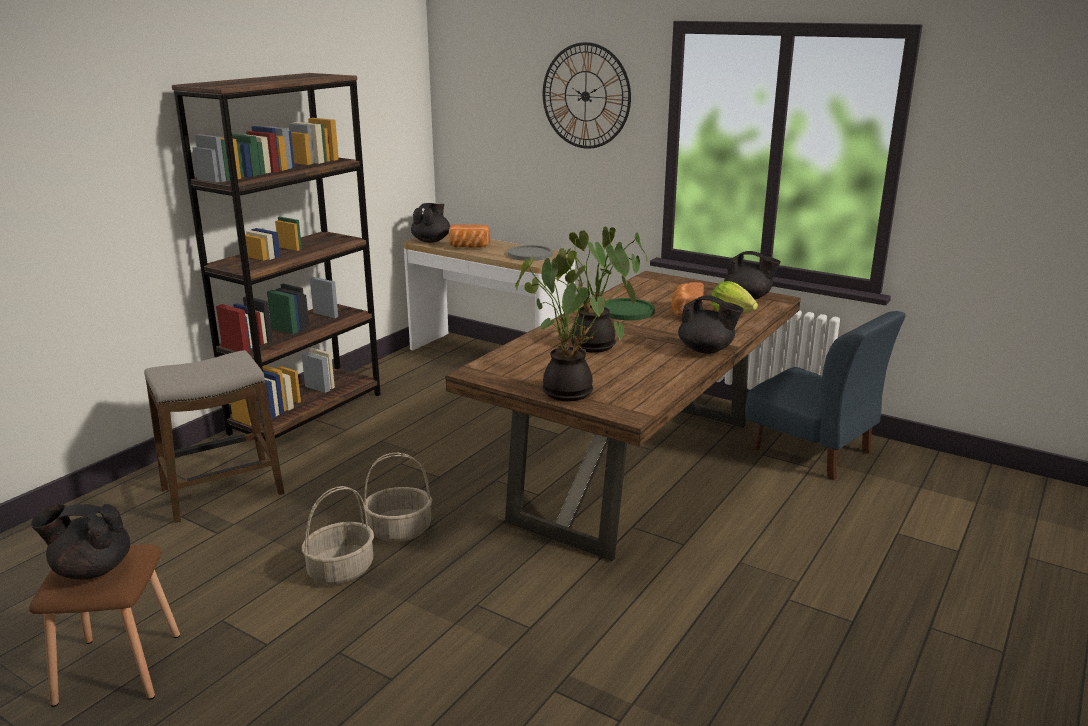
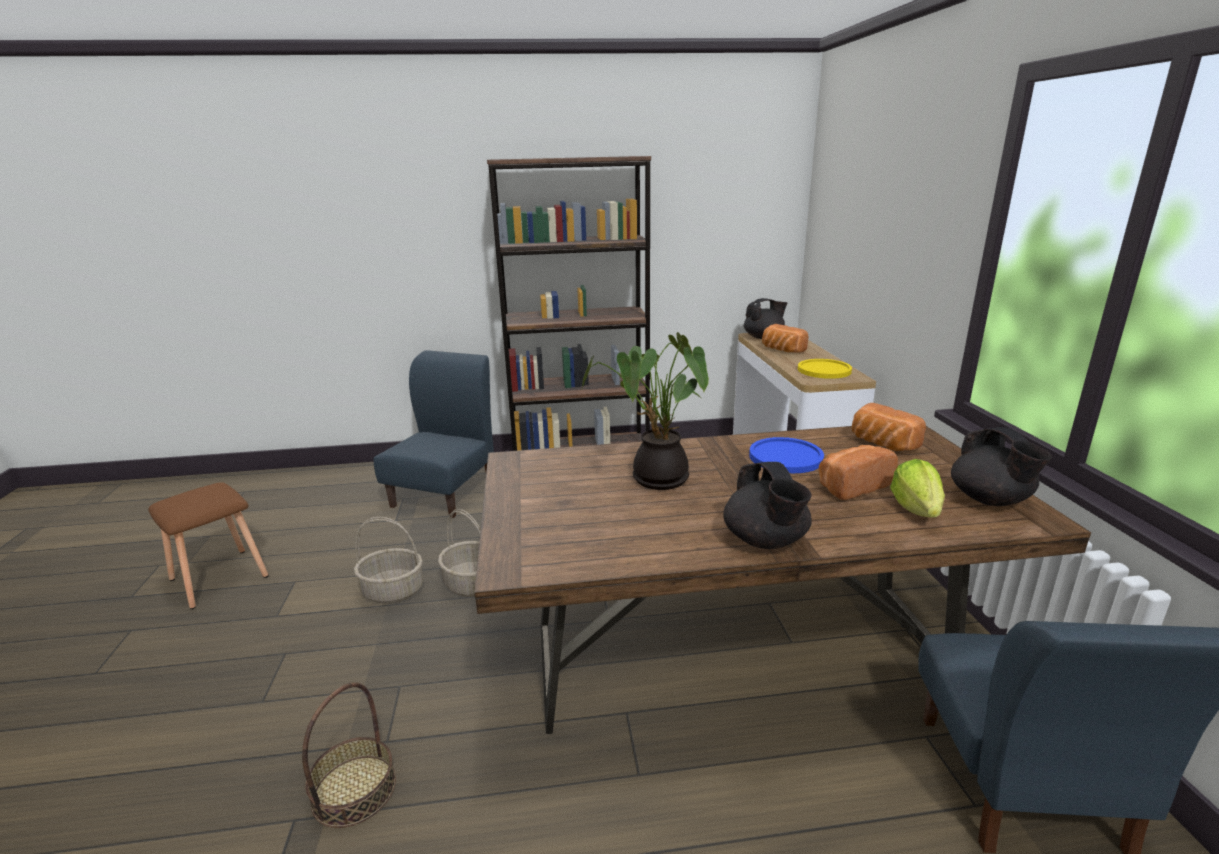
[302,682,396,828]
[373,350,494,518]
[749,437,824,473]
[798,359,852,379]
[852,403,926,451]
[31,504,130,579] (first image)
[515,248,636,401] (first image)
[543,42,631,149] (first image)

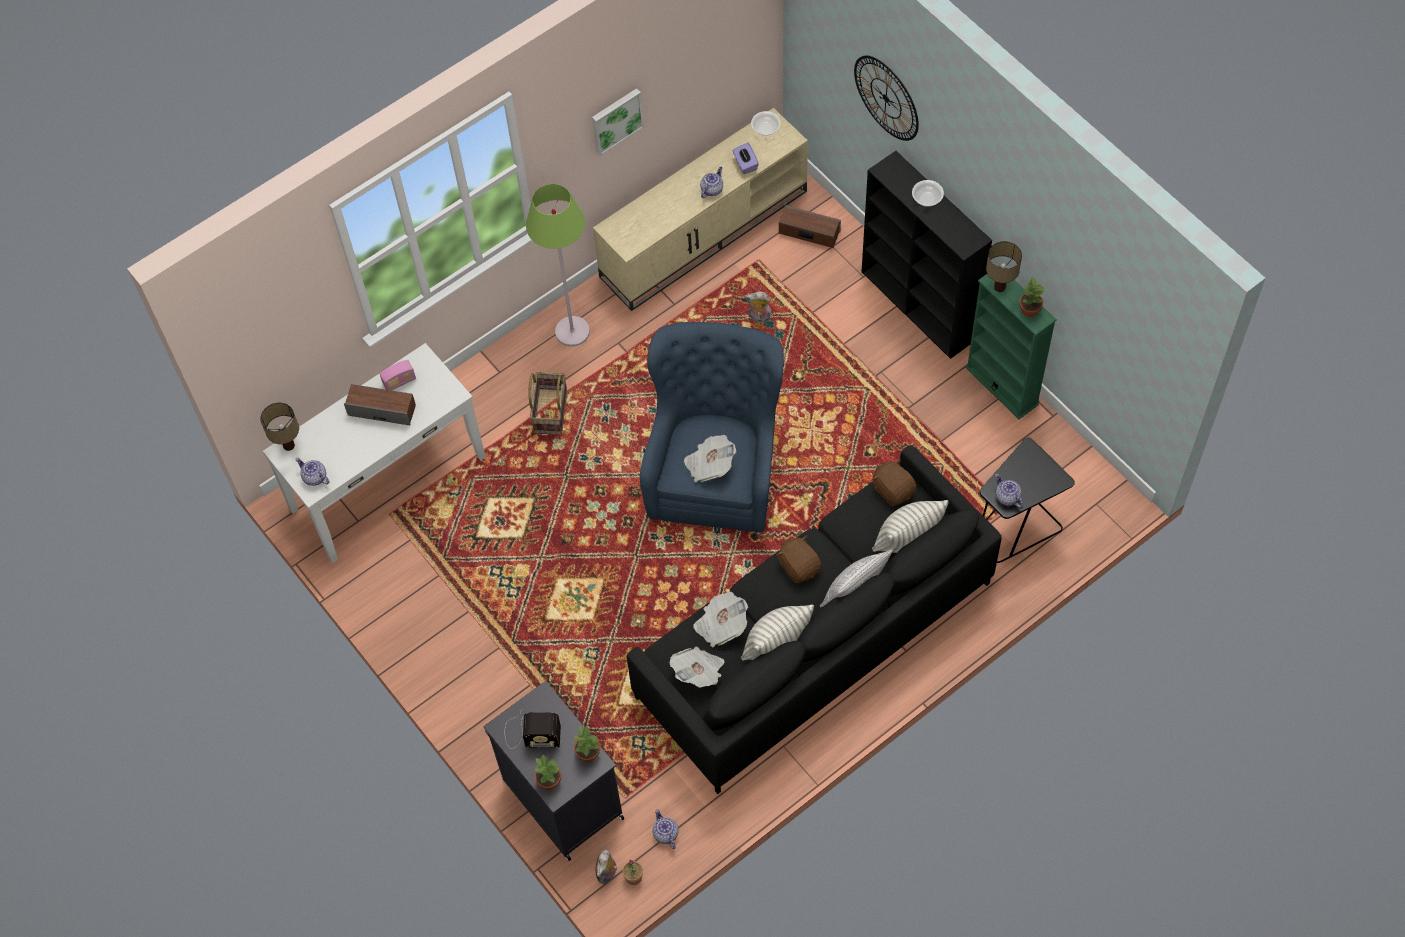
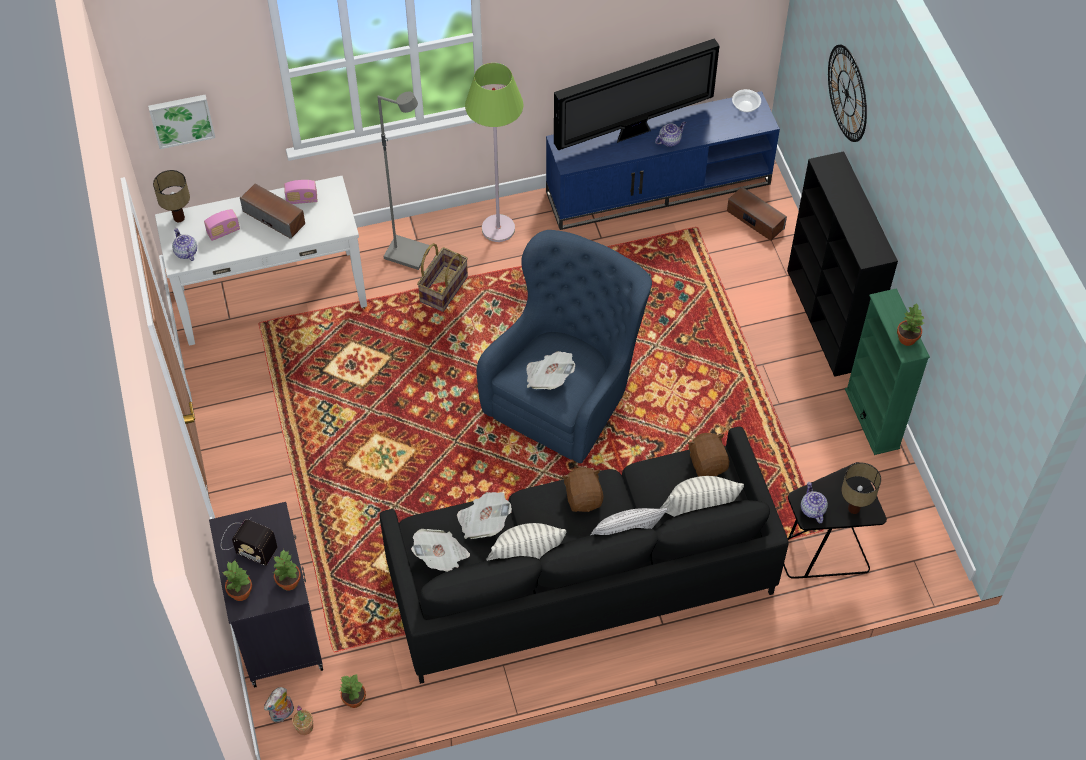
[148,95,215,149]
[204,209,240,241]
[339,674,366,708]
[377,92,431,270]
[546,91,780,230]
[554,38,720,150]
[841,463,881,514]
[732,142,759,174] (first image)
[745,292,772,323] (first image)
[912,180,944,207] (first image)

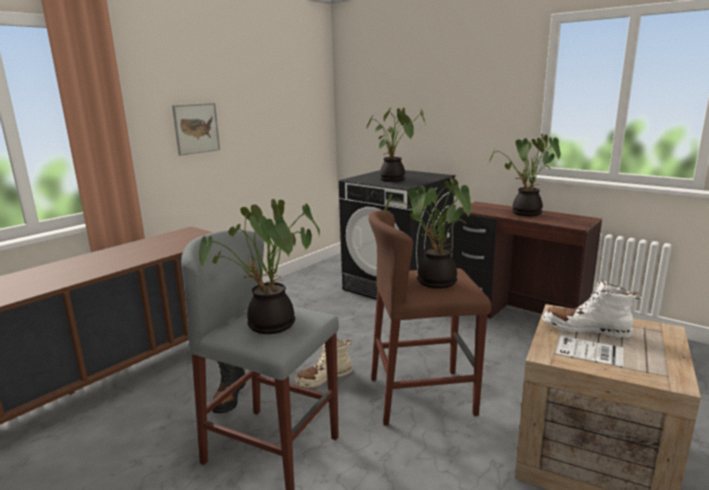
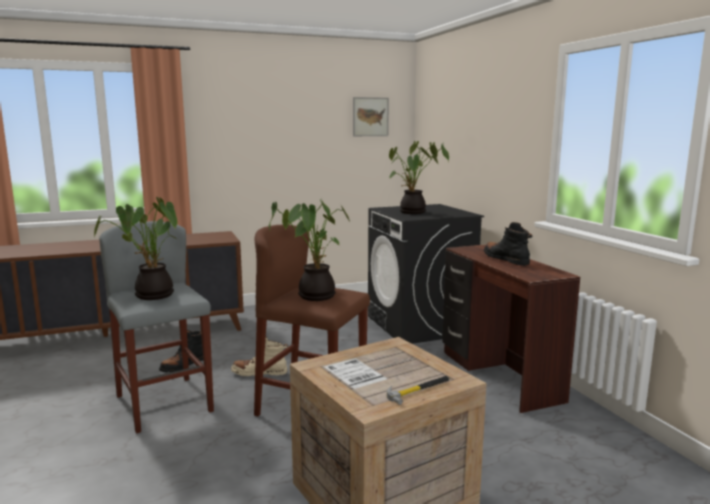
[353,97,389,136]
[387,376,450,405]
[484,222,532,265]
[542,278,642,338] (first image)

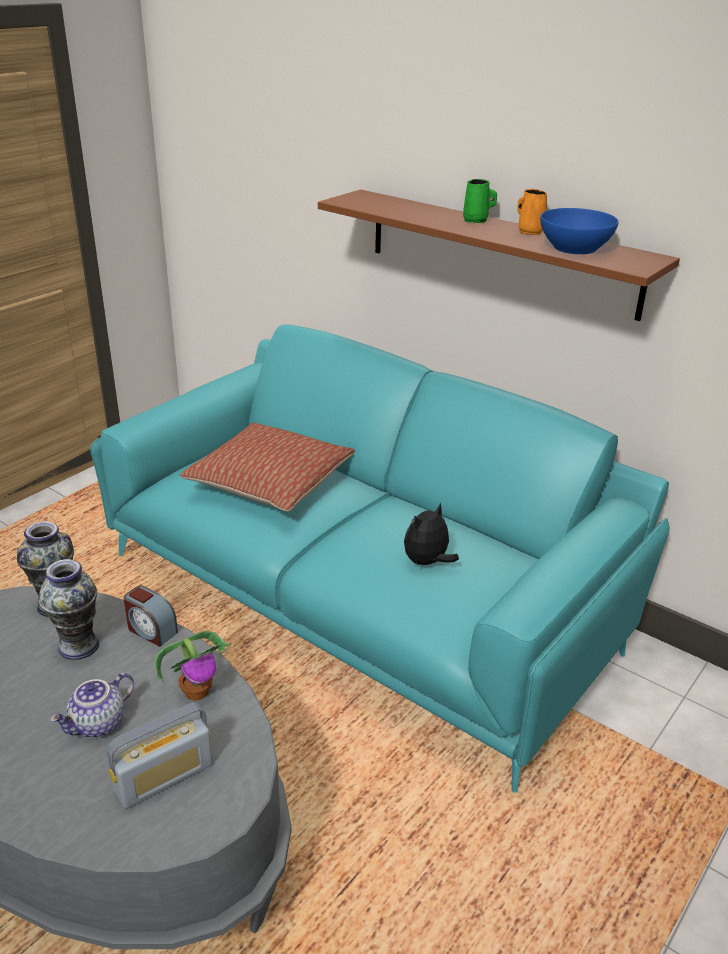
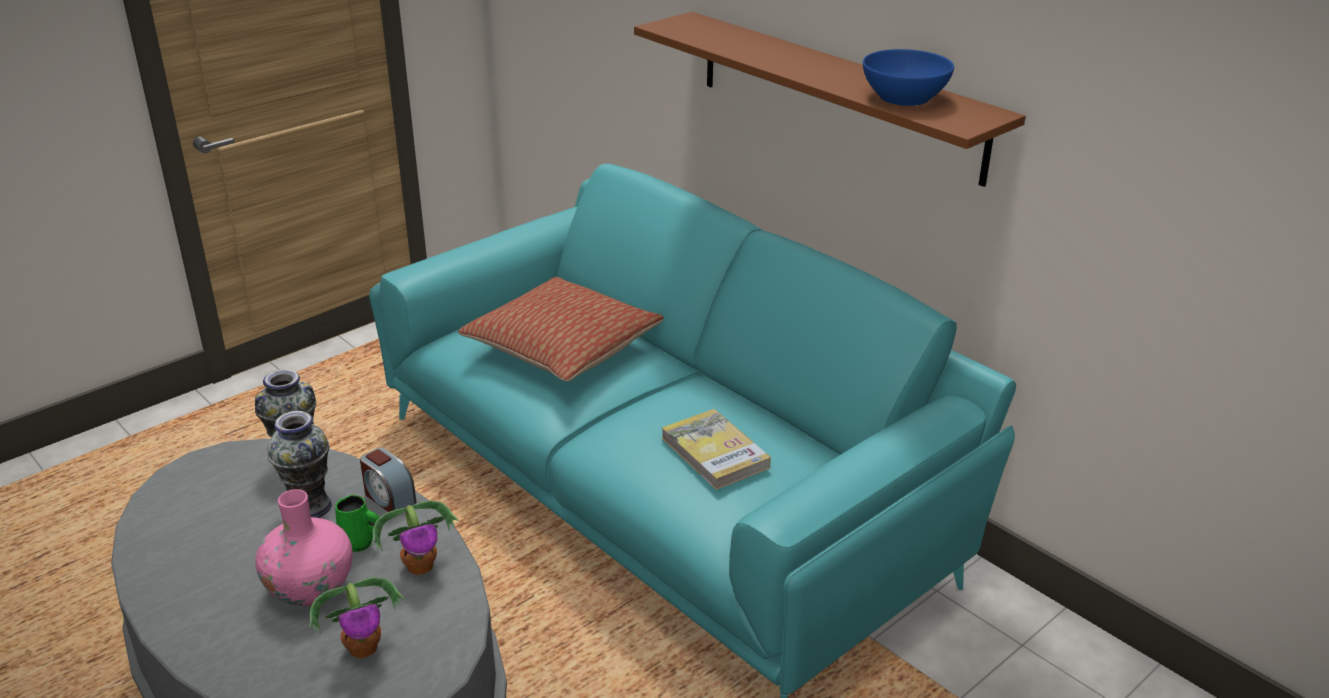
[255,489,353,606]
[309,577,405,658]
[335,495,379,552]
[662,409,771,490]
[517,189,547,235] (first image)

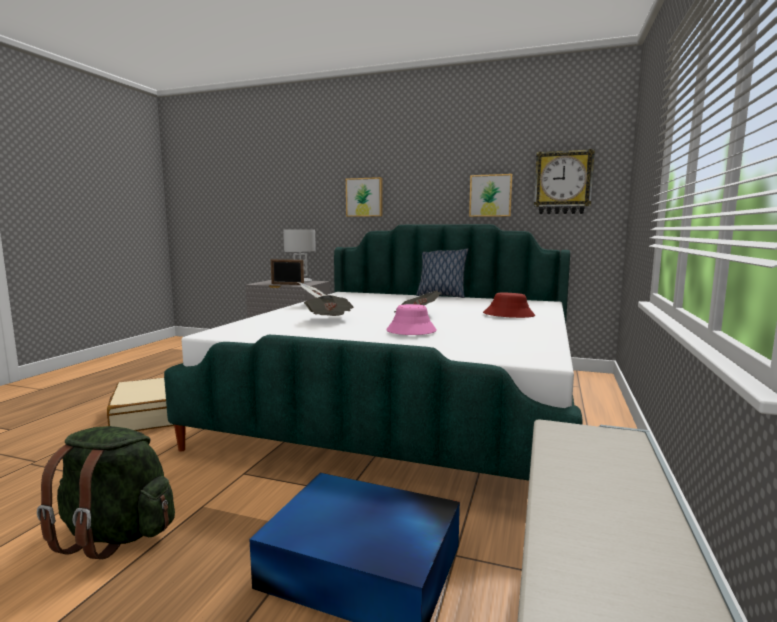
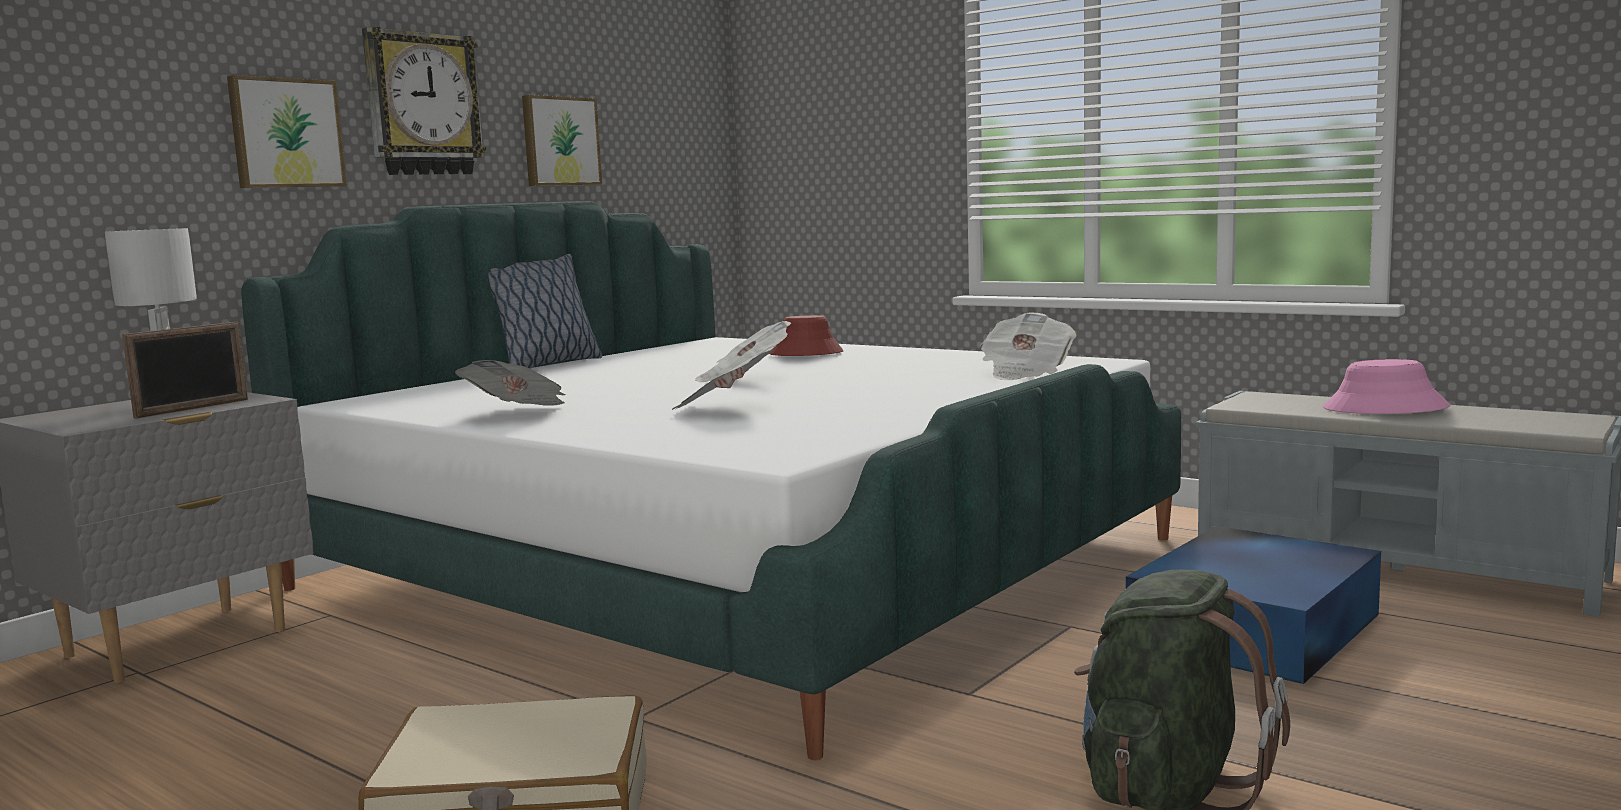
[362,27,486,175]
[980,312,1076,380]
[1323,359,1451,414]

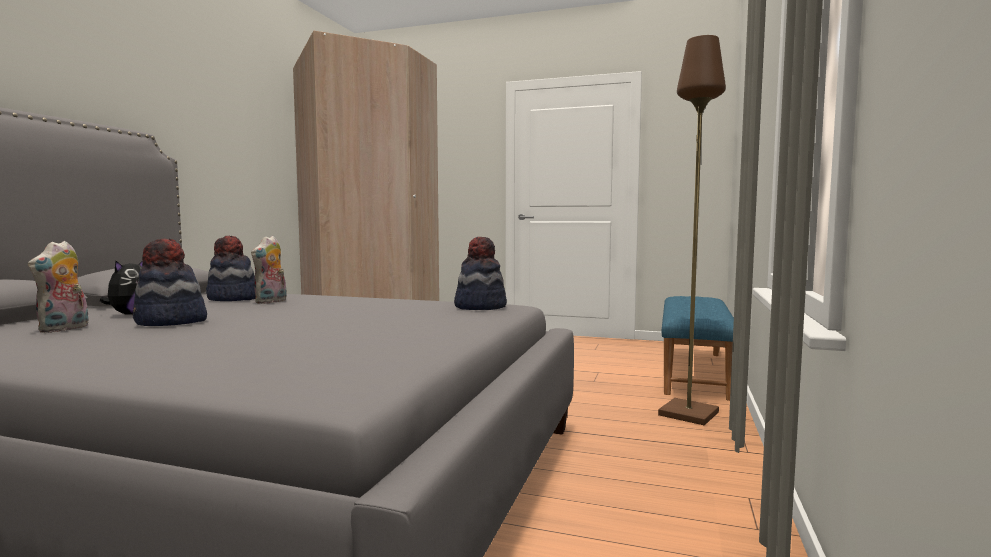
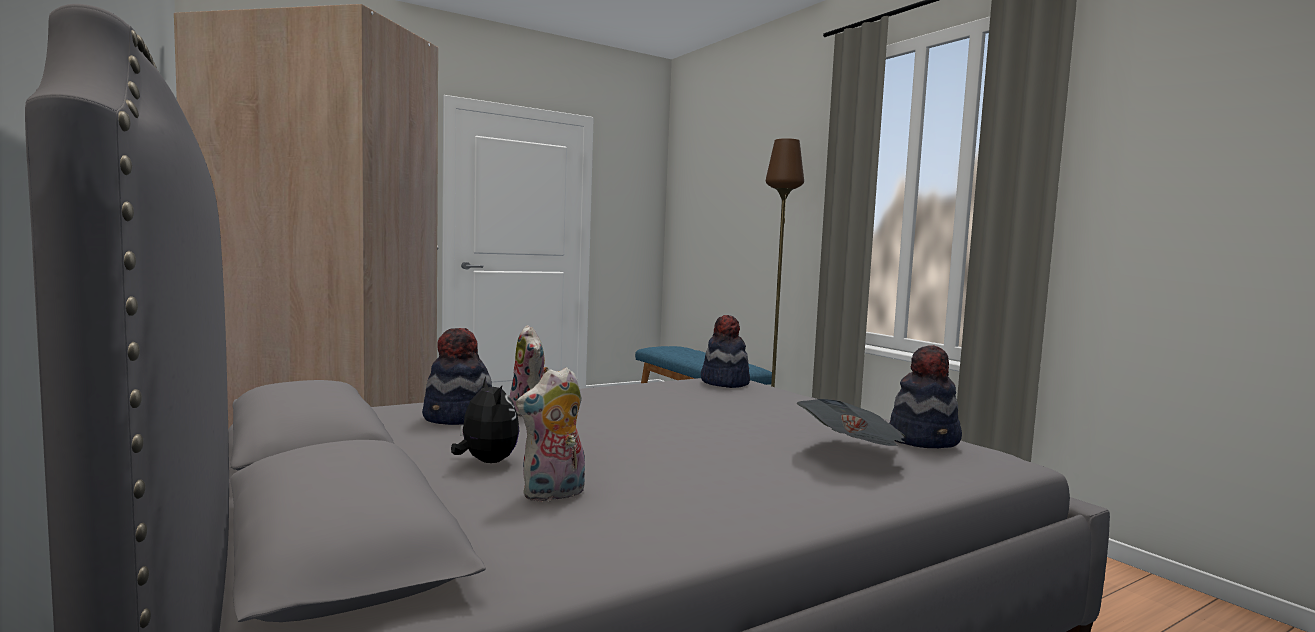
[516,367,585,502]
[797,399,905,446]
[890,345,962,448]

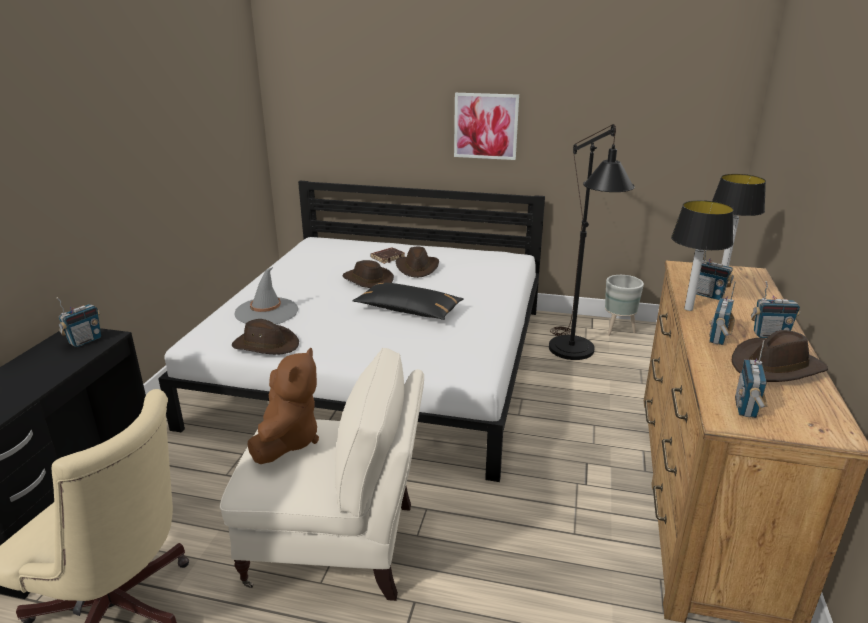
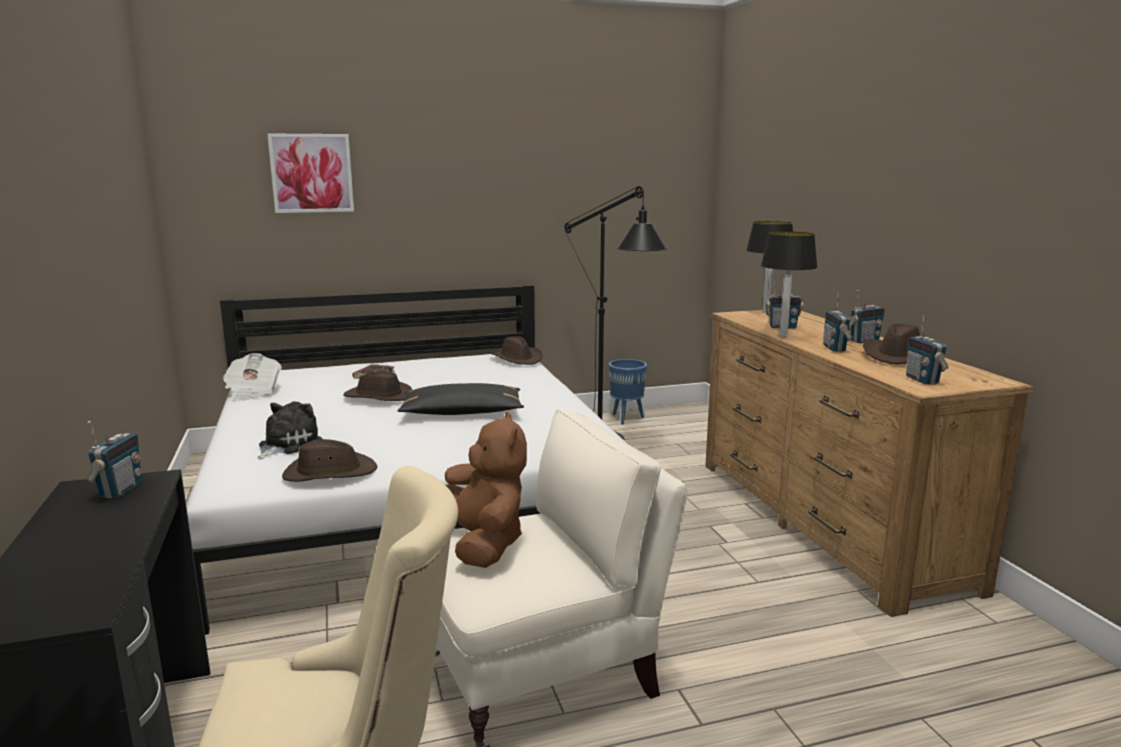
[223,353,282,401]
[258,401,322,460]
[267,134,354,213]
[490,336,543,365]
[609,359,647,425]

